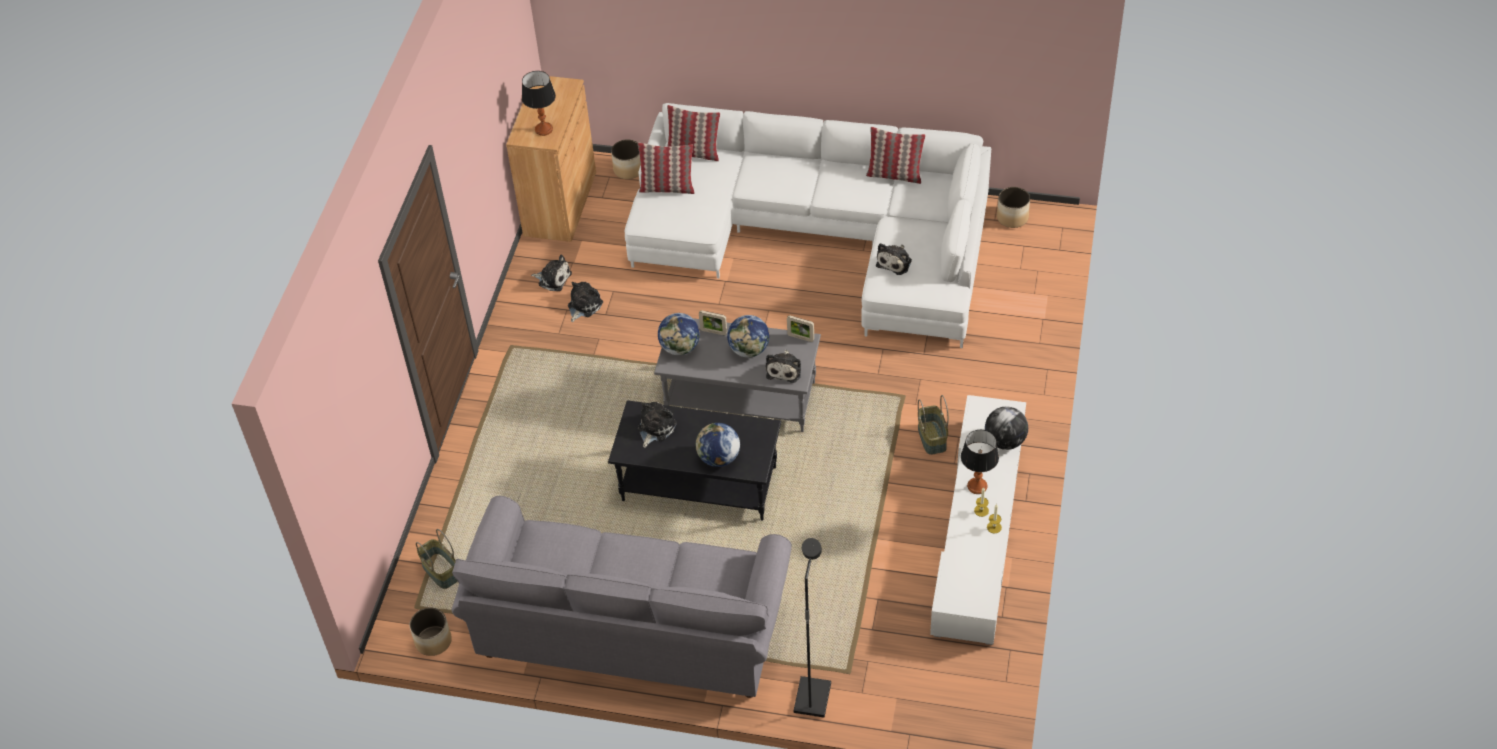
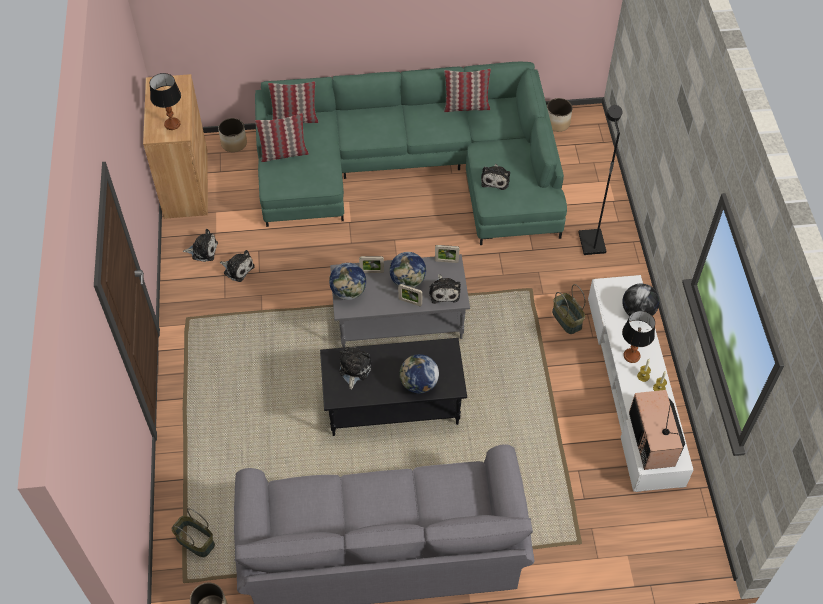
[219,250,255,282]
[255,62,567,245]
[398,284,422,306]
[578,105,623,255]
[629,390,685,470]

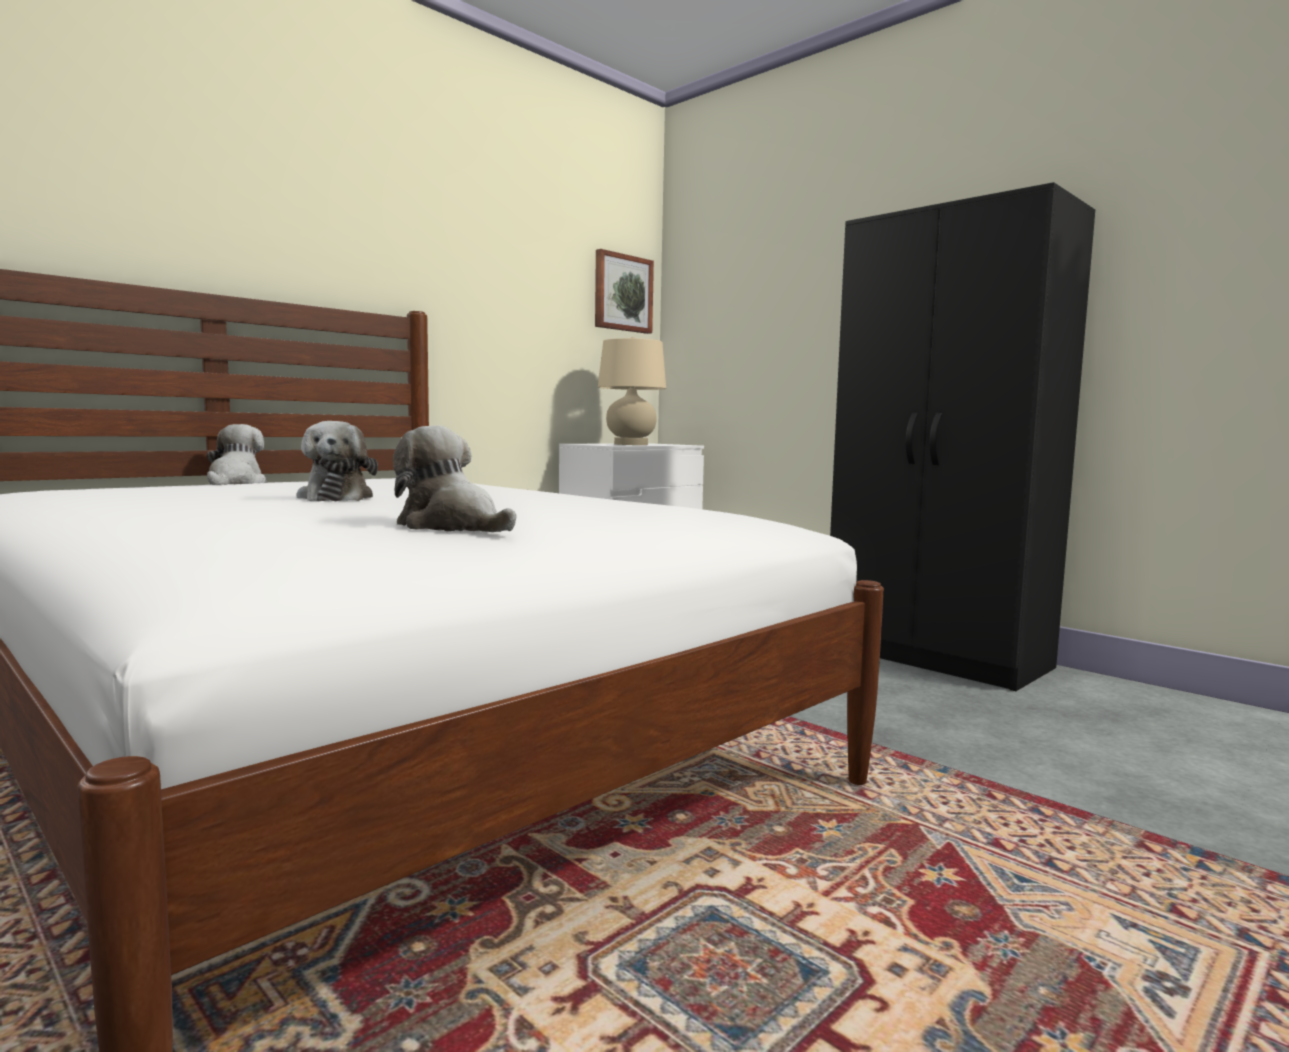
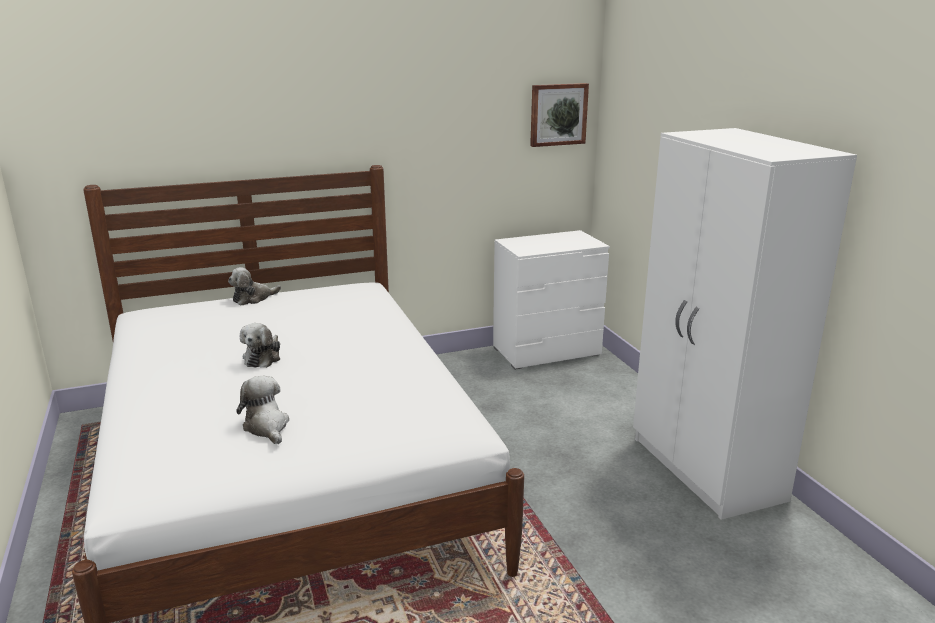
[228,267,281,305]
[633,128,857,520]
[598,337,666,445] (first image)

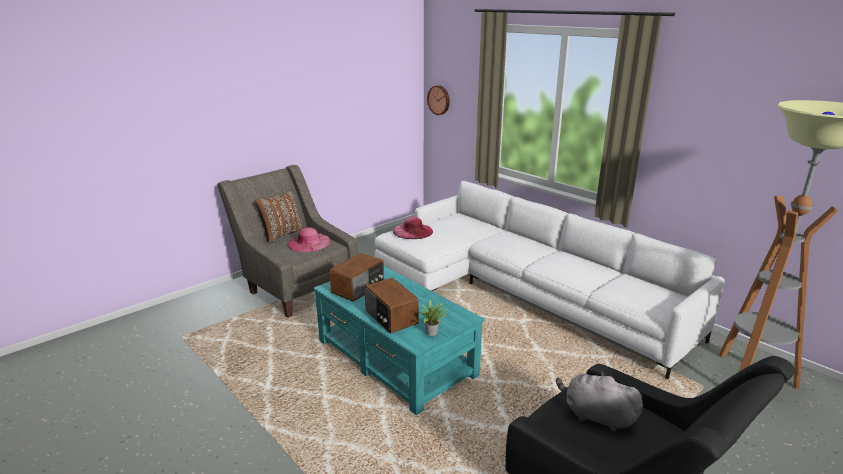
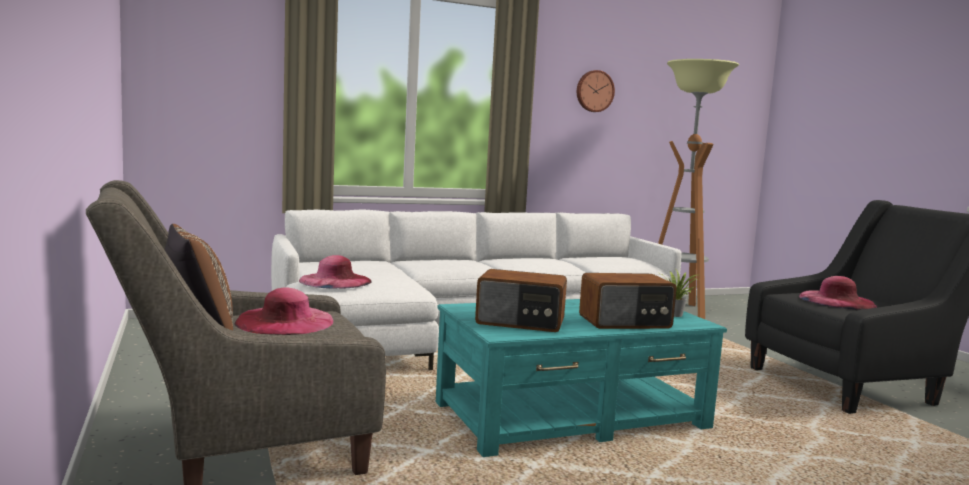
[475,269,567,332]
[577,70,615,112]
[799,276,877,310]

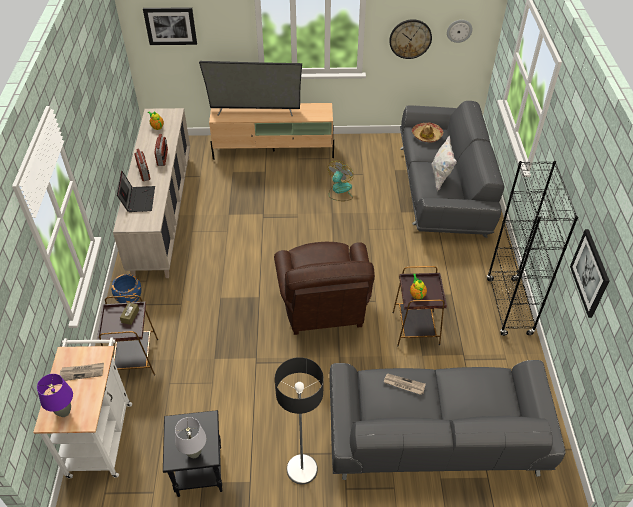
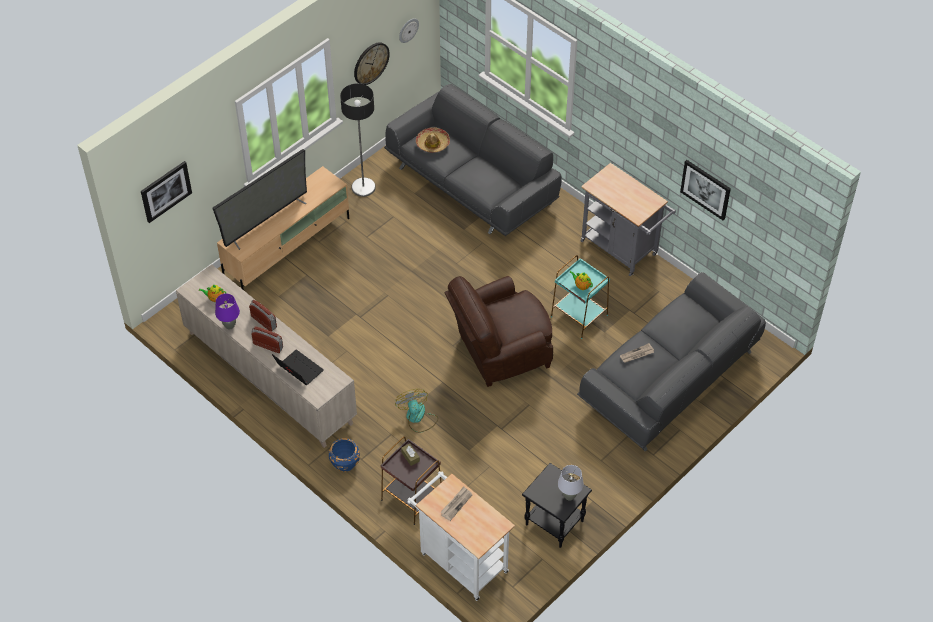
[215,294,240,329]
[340,83,376,197]
[395,389,438,433]
[444,276,553,387]
[551,255,610,339]
[580,163,676,276]
[431,136,457,191] (first image)

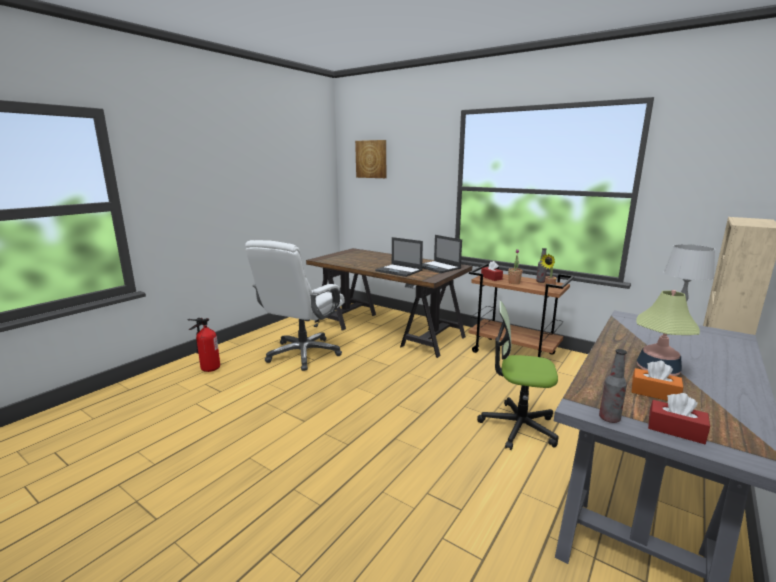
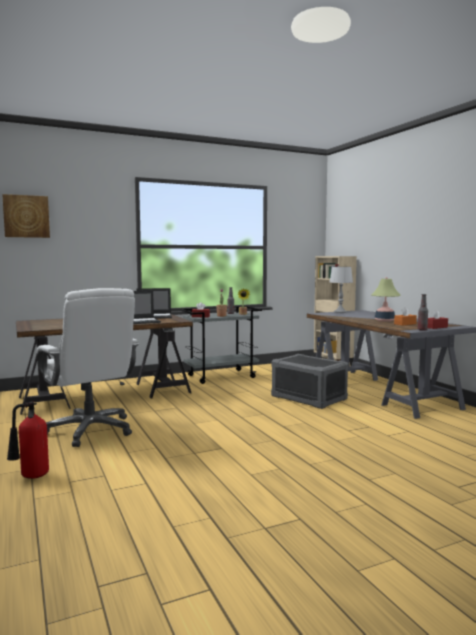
[181,306,262,384]
[271,354,349,409]

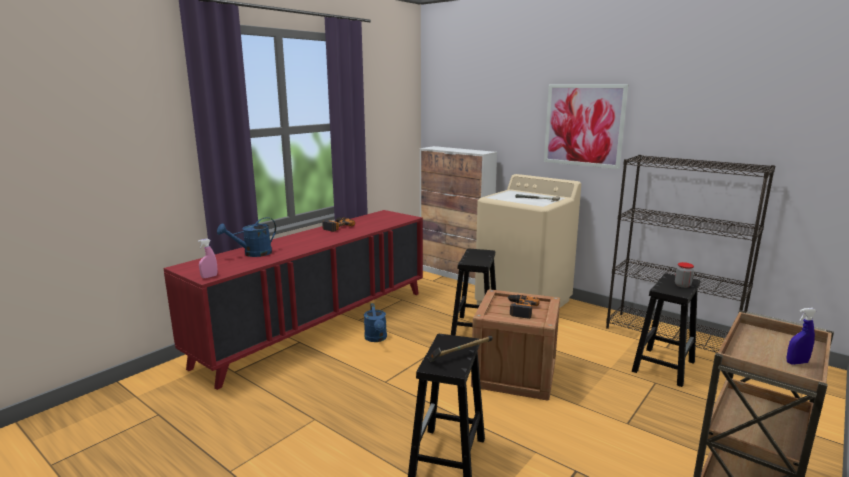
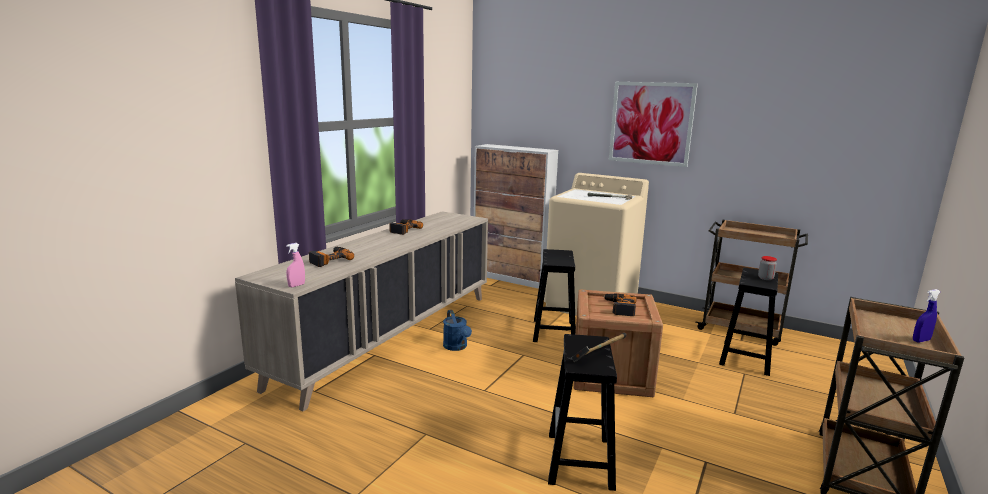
[235,211,488,411]
[309,247,354,267]
[695,220,808,346]

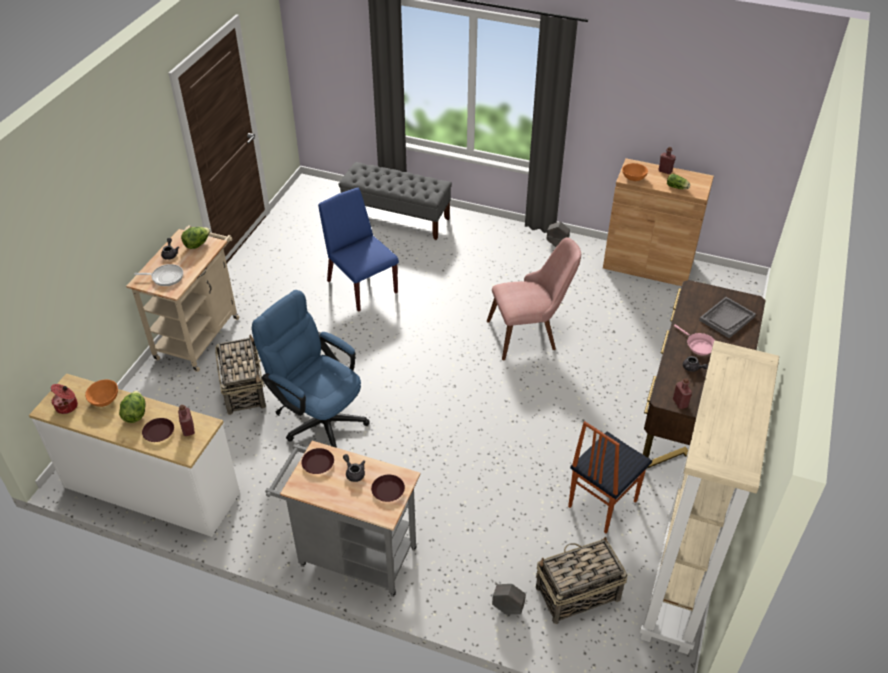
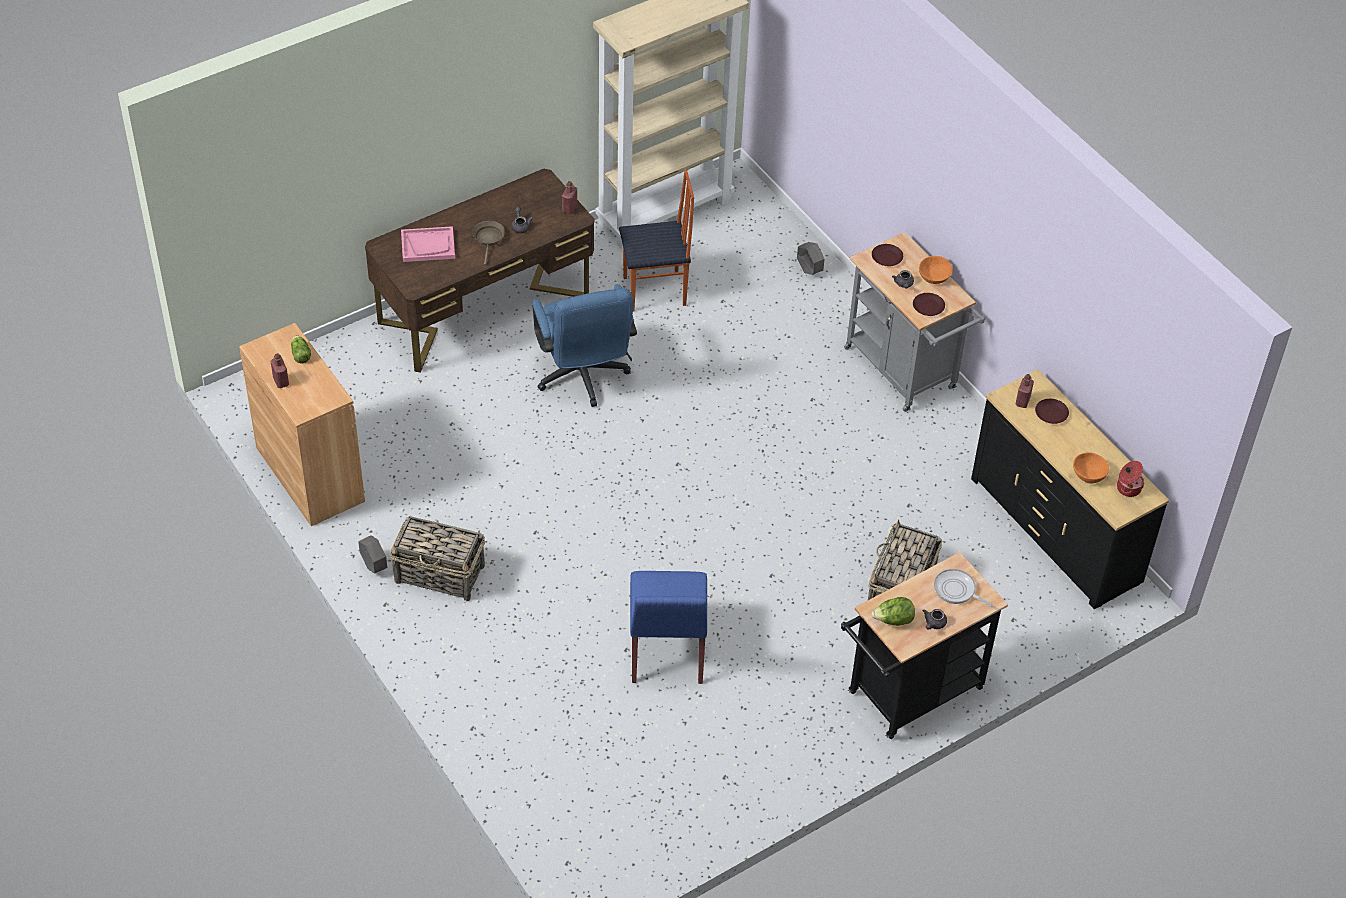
[389,516,485,601]
[401,226,455,262]
[472,221,505,265]
[532,284,637,407]
[841,552,1008,739]
[919,256,952,284]
[971,369,1169,609]
[119,391,145,423] (first image)
[339,162,452,240] (first image)
[487,237,581,360] (first image)

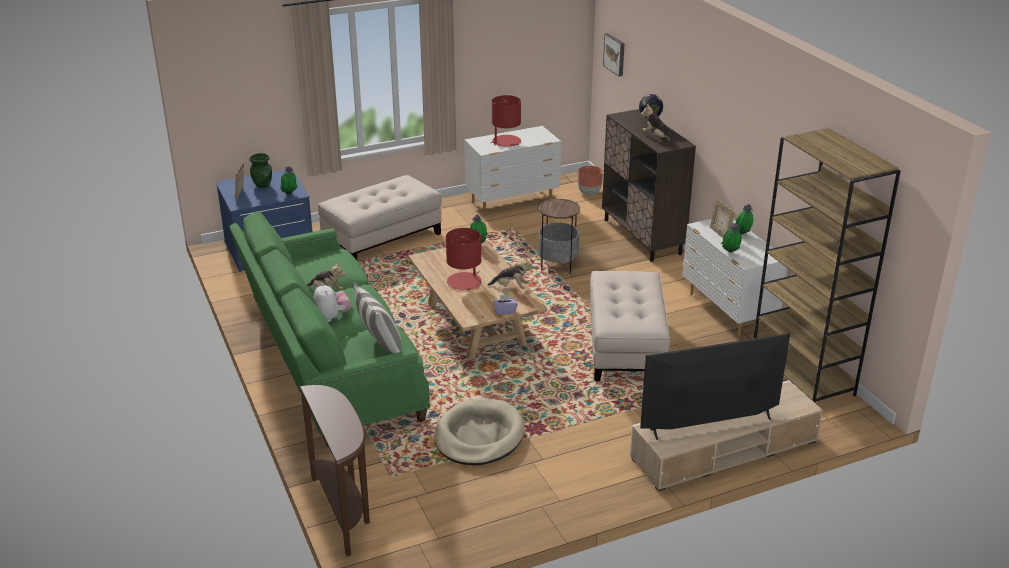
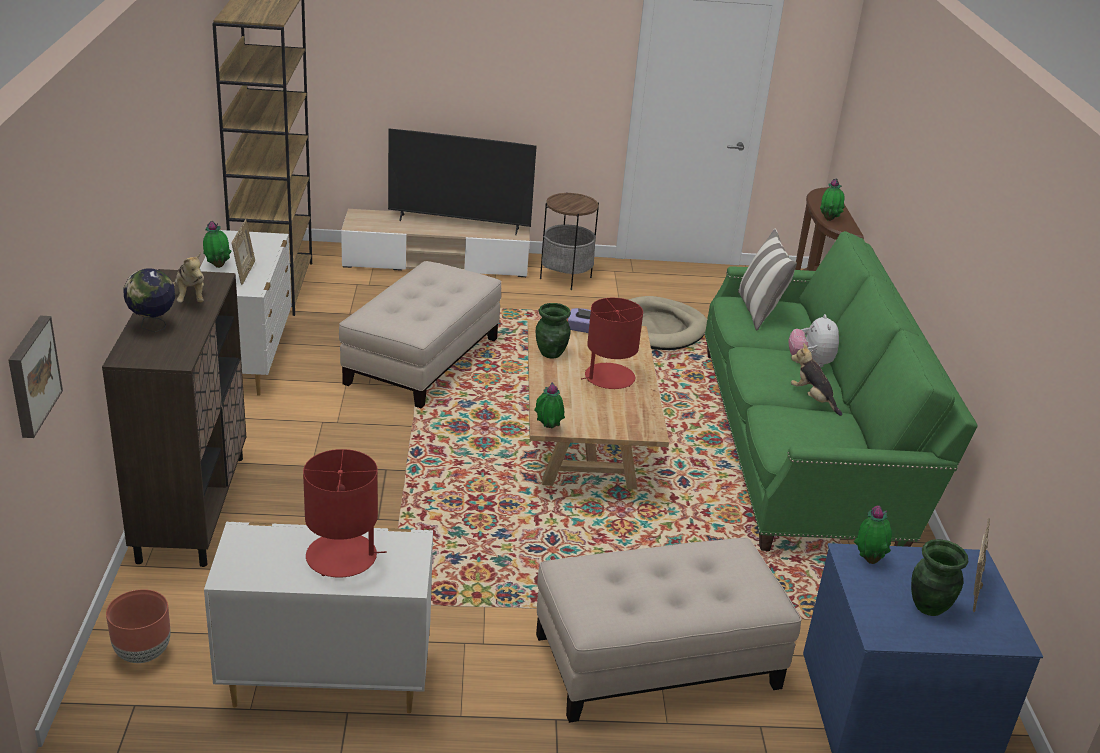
[536,303,571,358]
[540,192,599,290]
[820,179,845,221]

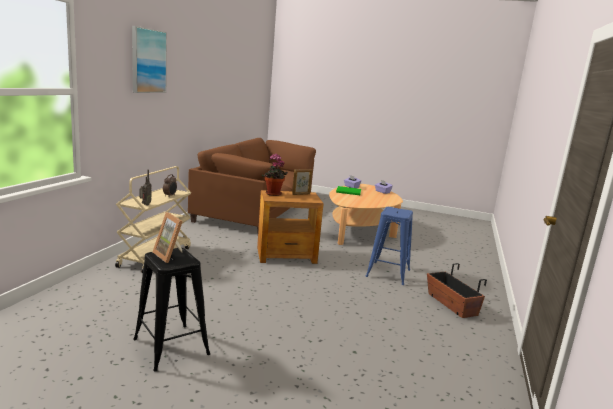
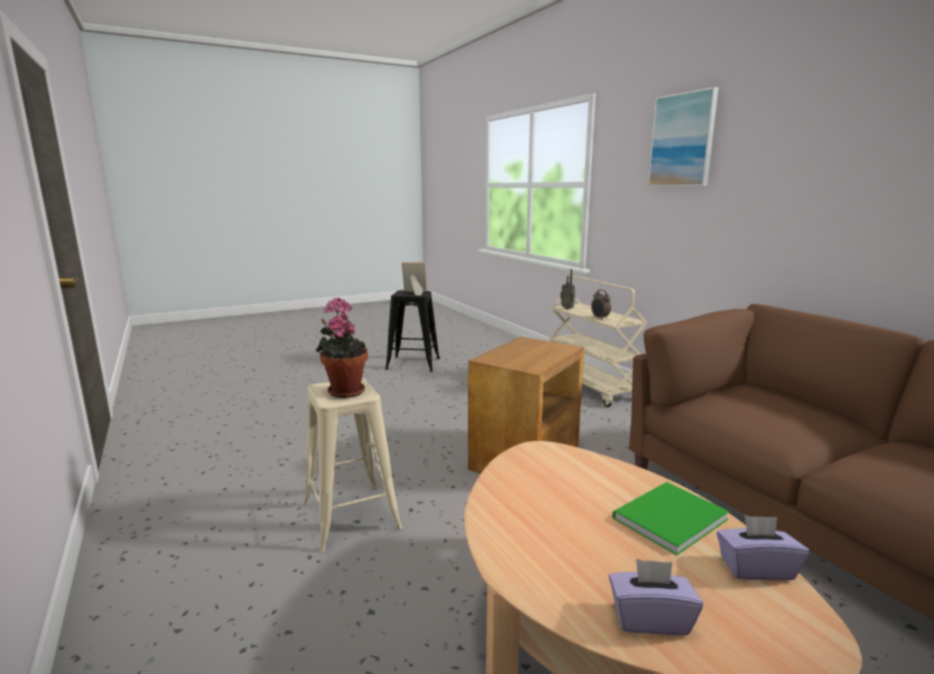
[304,378,402,552]
[315,298,368,398]
[292,169,312,195] (first image)
[427,263,487,318] (first image)

